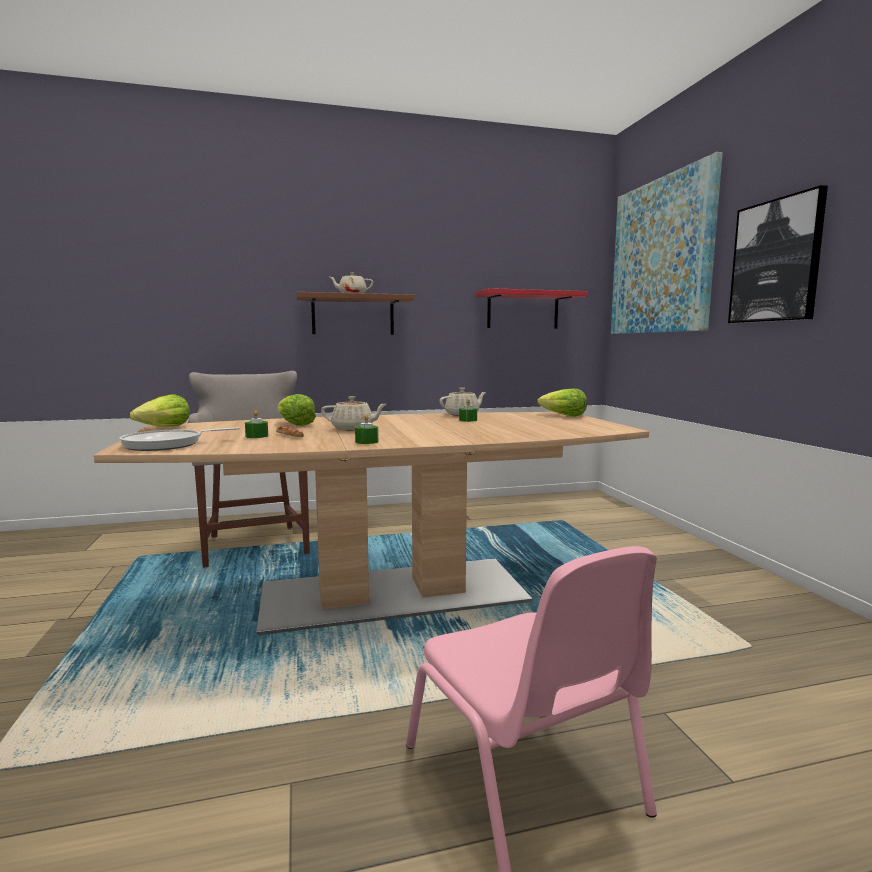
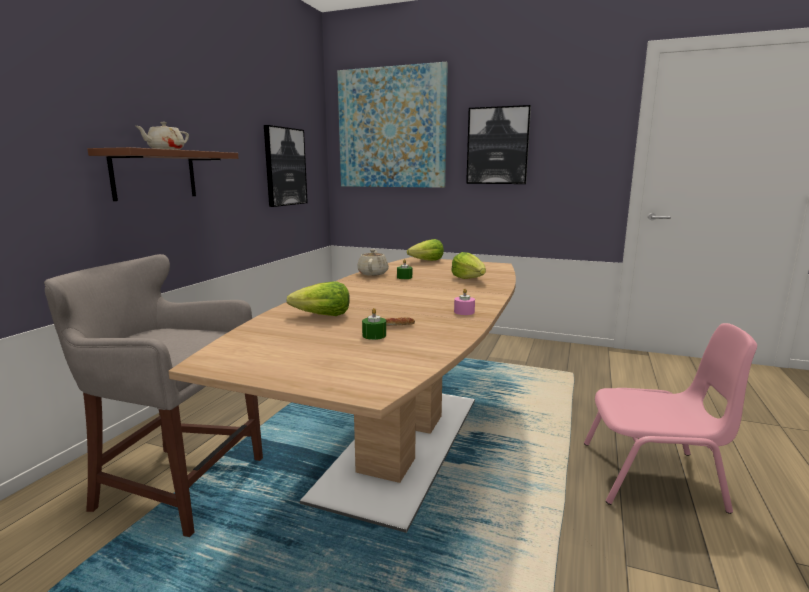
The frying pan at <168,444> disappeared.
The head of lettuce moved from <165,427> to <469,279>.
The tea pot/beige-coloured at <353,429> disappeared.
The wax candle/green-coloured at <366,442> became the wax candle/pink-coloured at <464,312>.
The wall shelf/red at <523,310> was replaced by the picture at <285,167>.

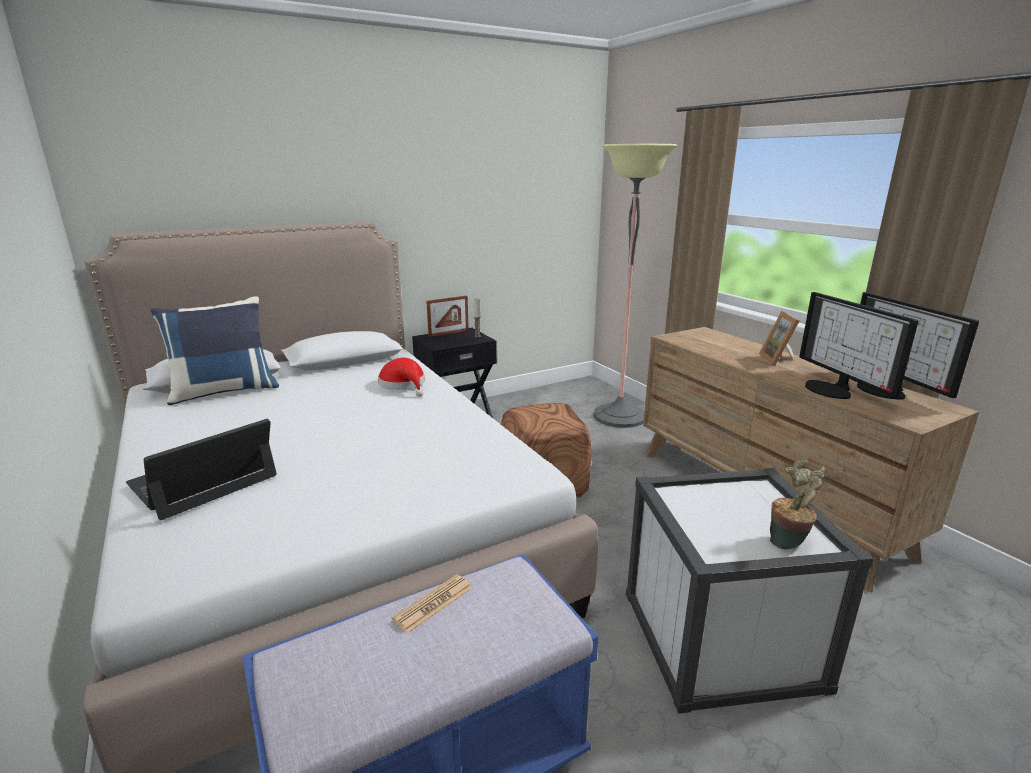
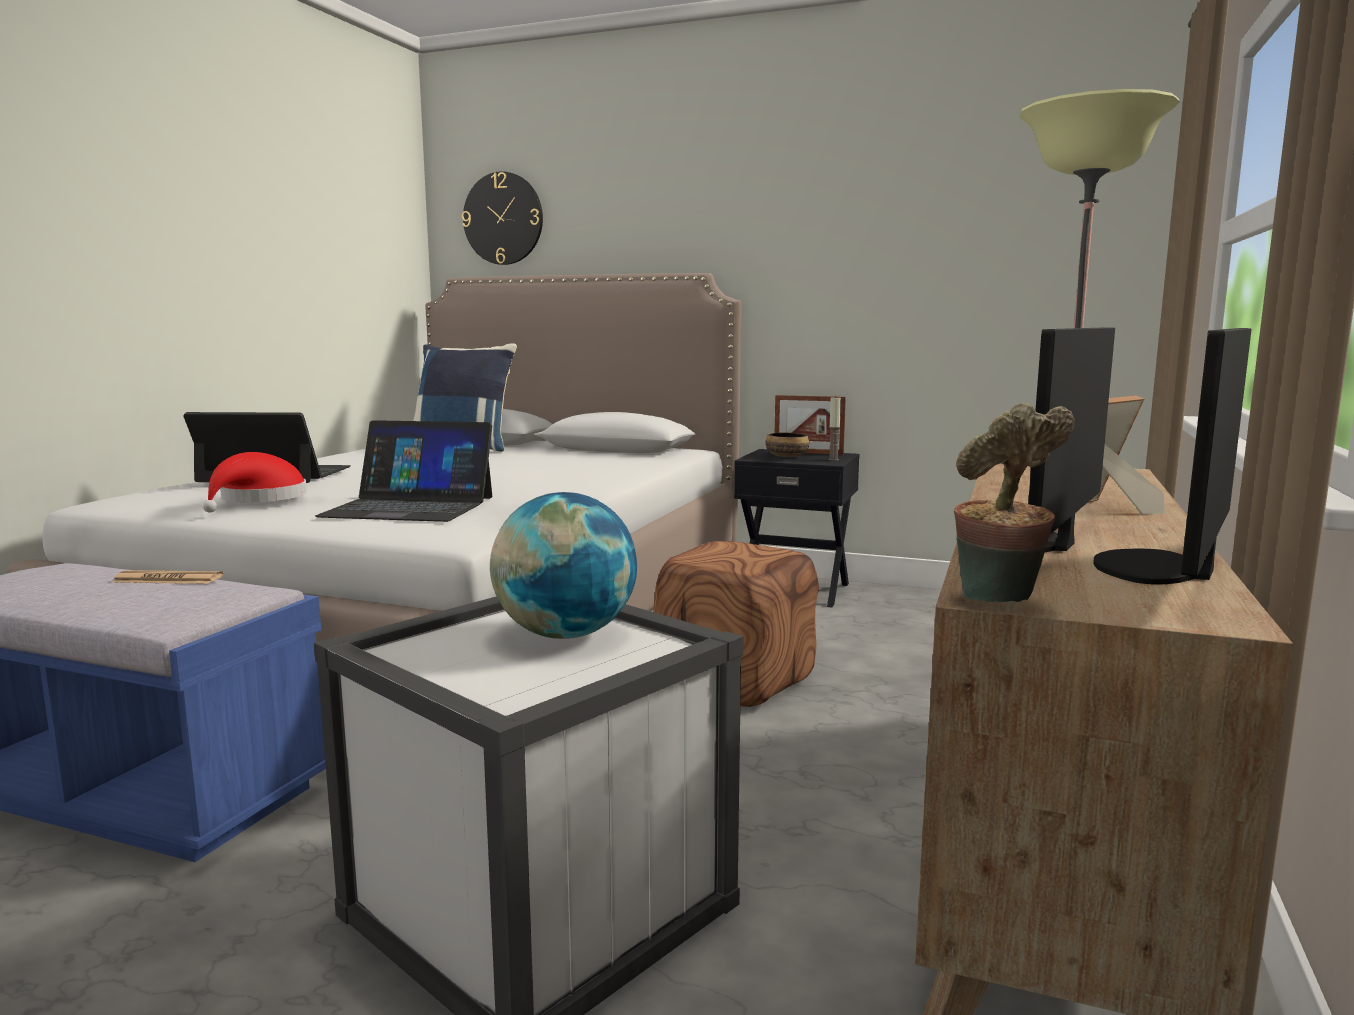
The clothing hat/red moved from <404,384> to <259,499>.
The houseplant moved from <789,543> to <1000,601>.
The laptop at <409,506> appeared.
The hanging clock at <503,218> appeared.
The globe at <566,634> appeared.
The deep dish at <786,456> appeared.

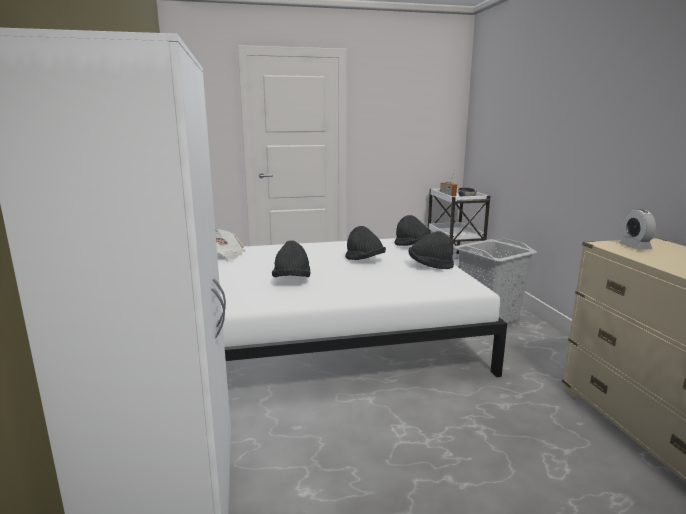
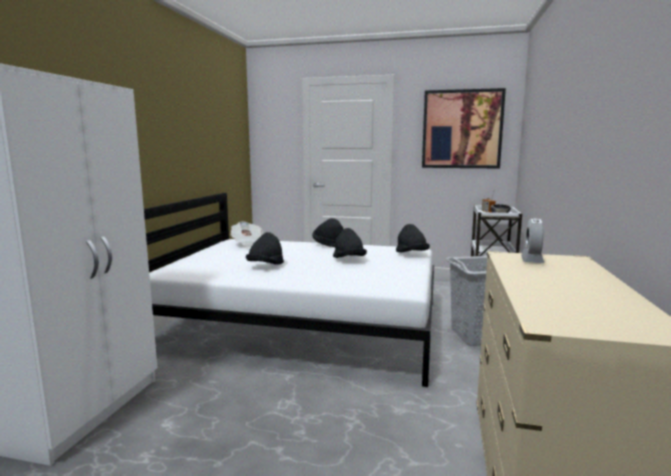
The clothing hat/blackish moved from <430,266> to <328,245>.
The picture at <462,129> appeared.

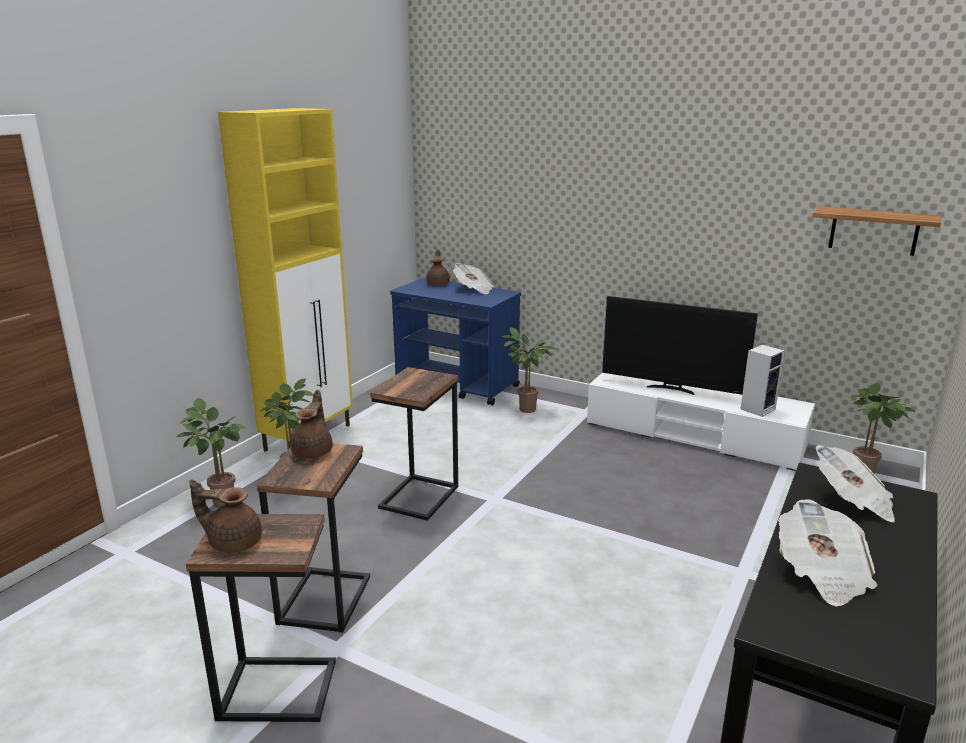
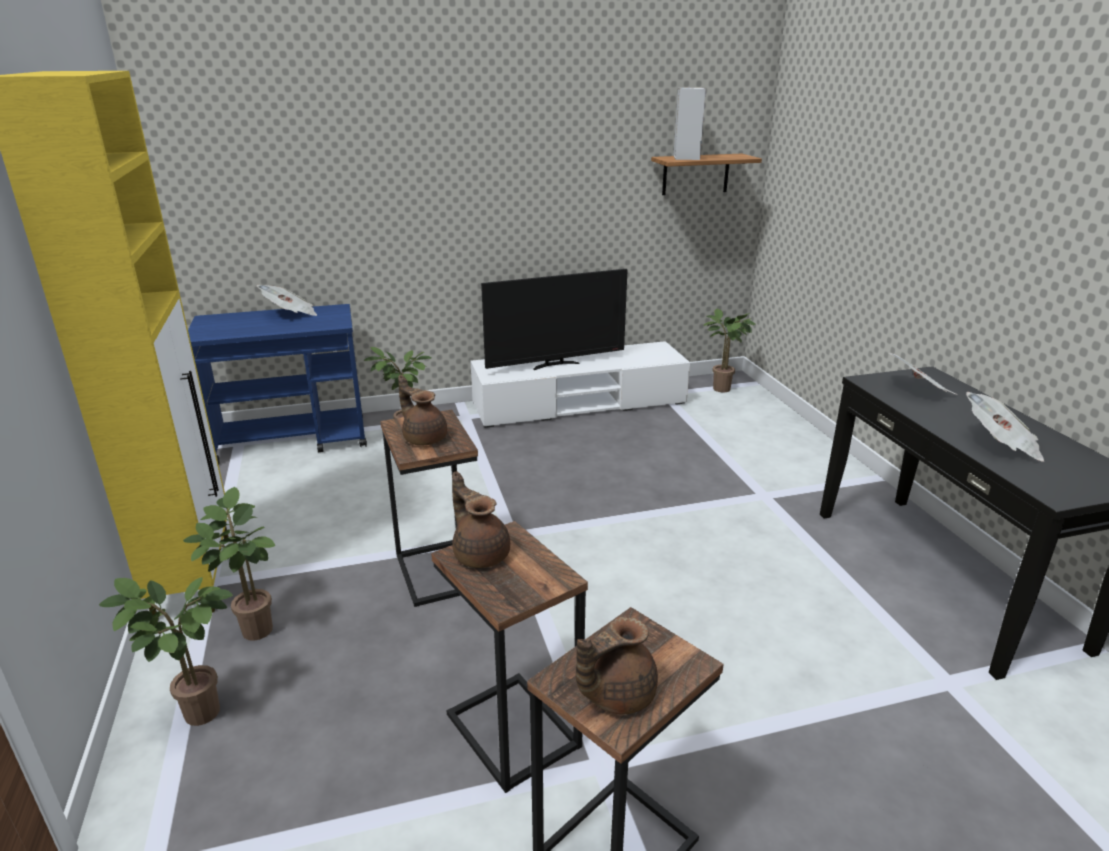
The tea pot/brownish moved from <438,284> to <424,438>.
The speaker moved from <758,409> to <685,157>.

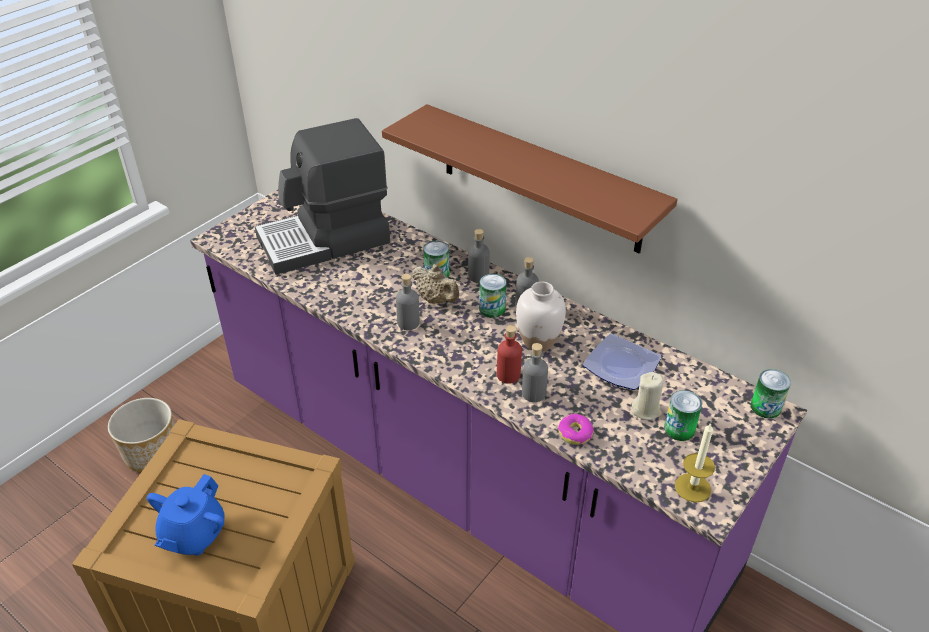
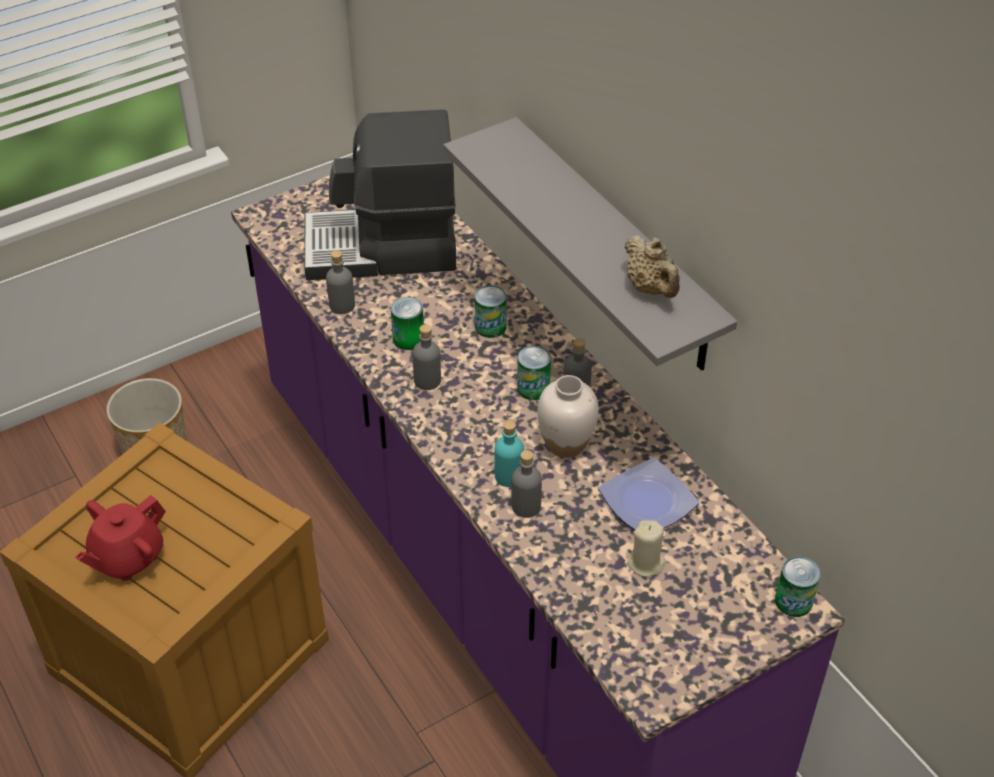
The tea pot/bluish at <193,535> became the tea pot/red at <127,557>.
The wall shelf/brownish at <540,179> became the wall shelf/grey at <616,246>.
The tea pot/beige-coloured moved from <436,300> to <651,288>.
The drink bottle/grey moved from <478,276> to <342,305>.
The drink bottle/red at <508,375> became the drink bottle/turquoise-coloured at <509,476>.
The doughnut at <575,433> disappeared.
The sealed can moved from <679,429> to <408,338>.
The wax candle at <692,487> disappeared.

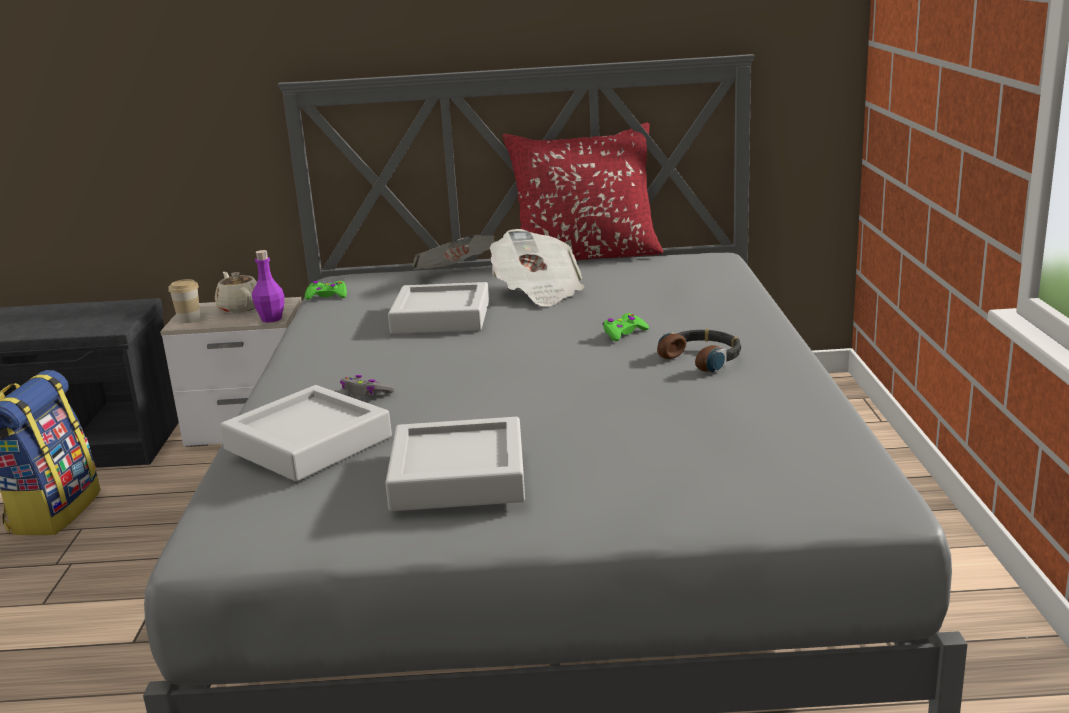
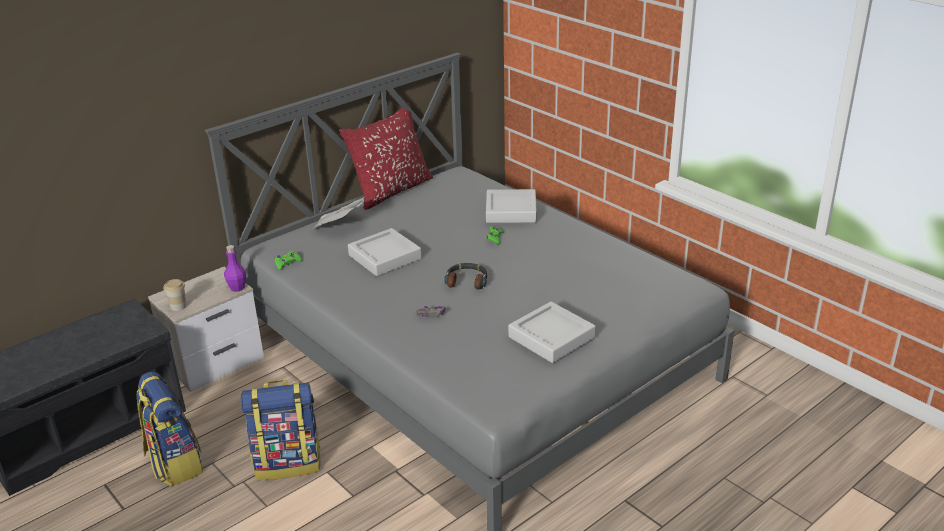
The tea pot/beige-coloured at <240,307> disappeared.
The serving tray/grey moved from <308,443> to <511,211>.
The printed paper at <538,292> disappeared.
The headphones moved from <702,358> to <467,281>.
The backpack at <288,463> appeared.

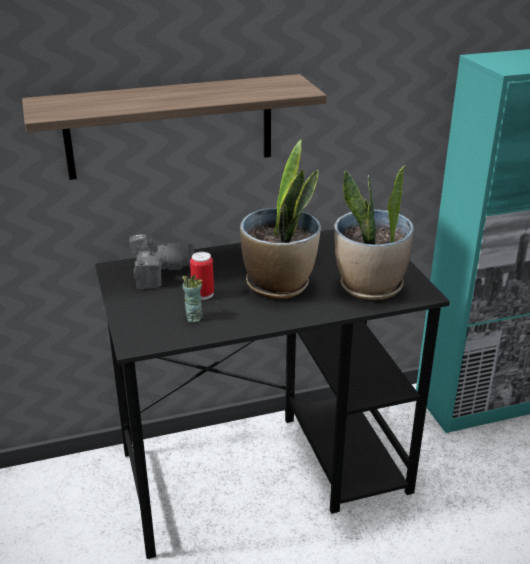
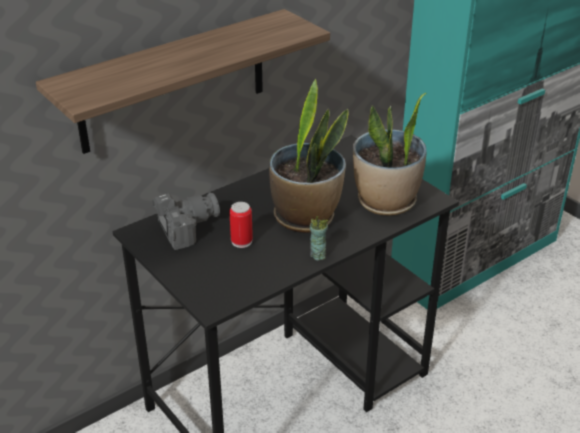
The small cup moved from <193,317> to <317,255>.

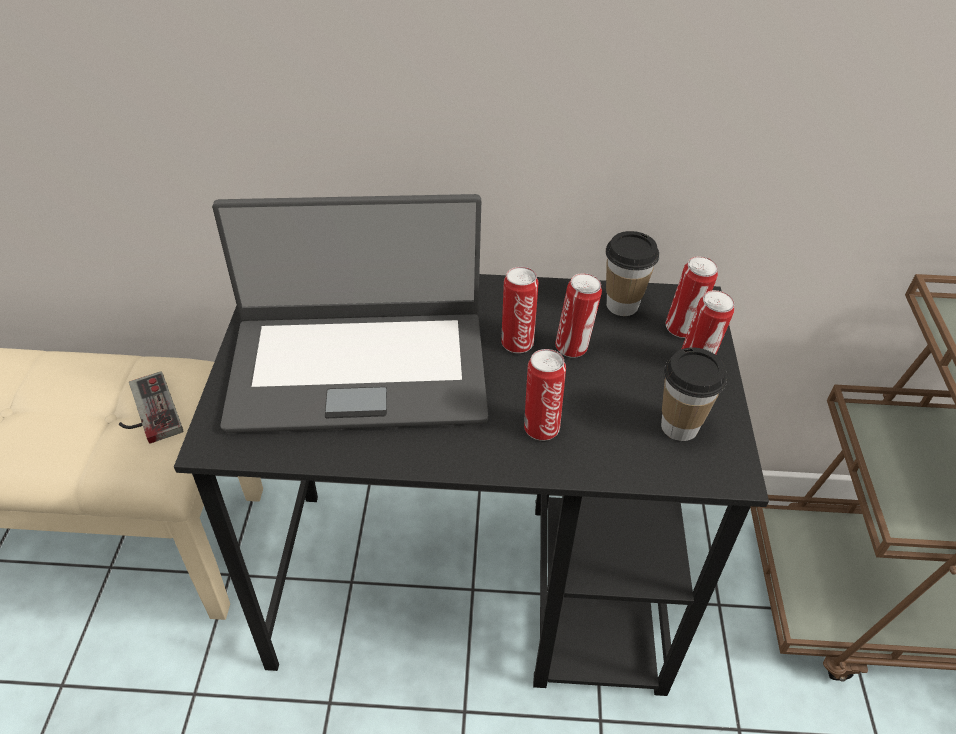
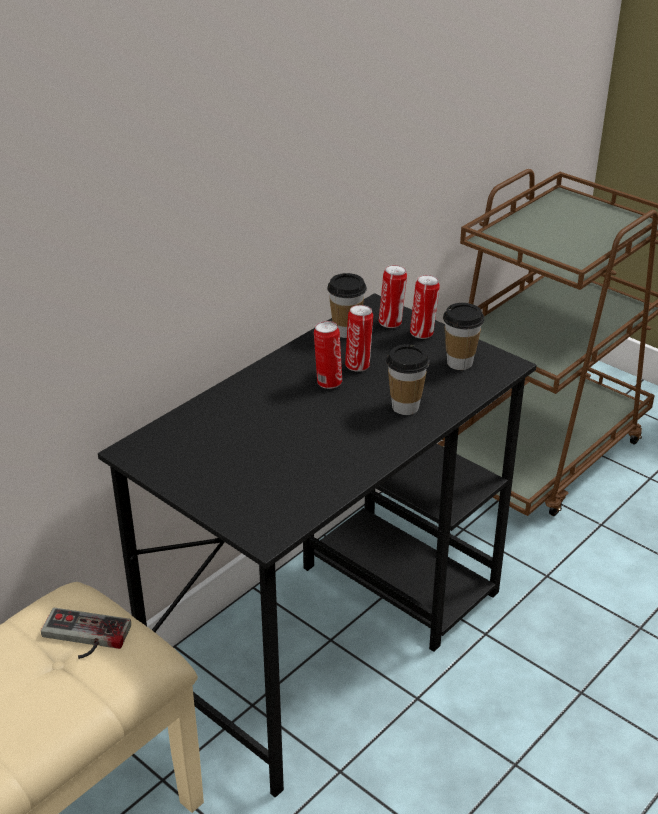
The laptop at <359,367> disappeared.
The sealed can at <540,427> was replaced by the small cup at <405,407>.

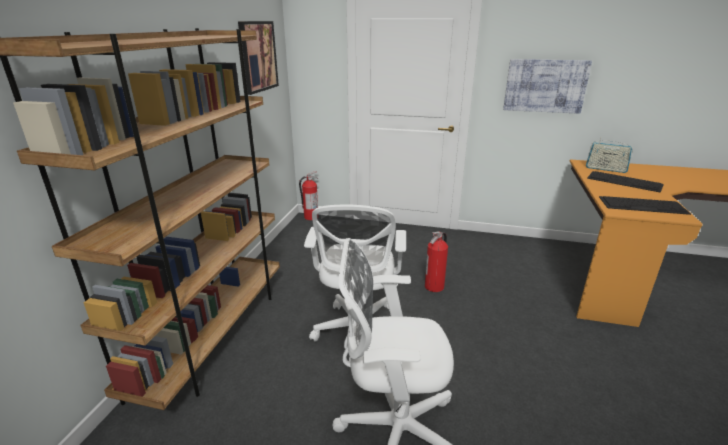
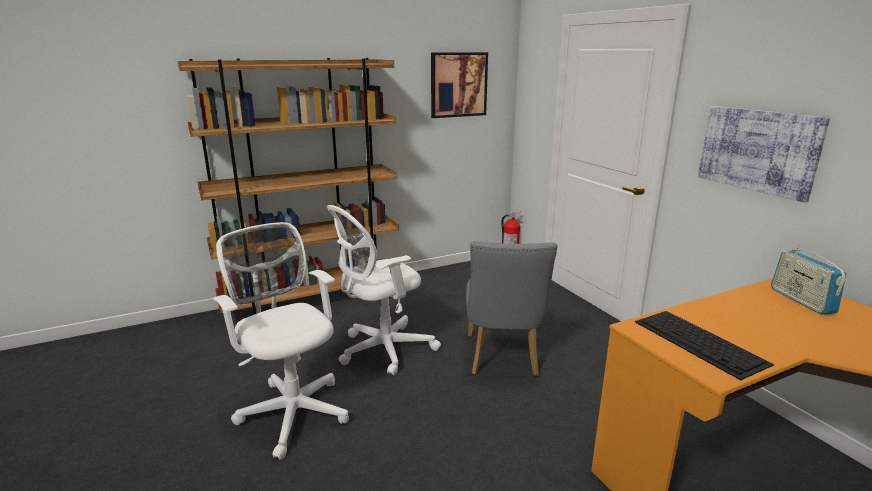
The fire extinguisher at <435,287> was replaced by the plain chair/grey at <502,359>.
The PC keyboard at <625,181> disappeared.

